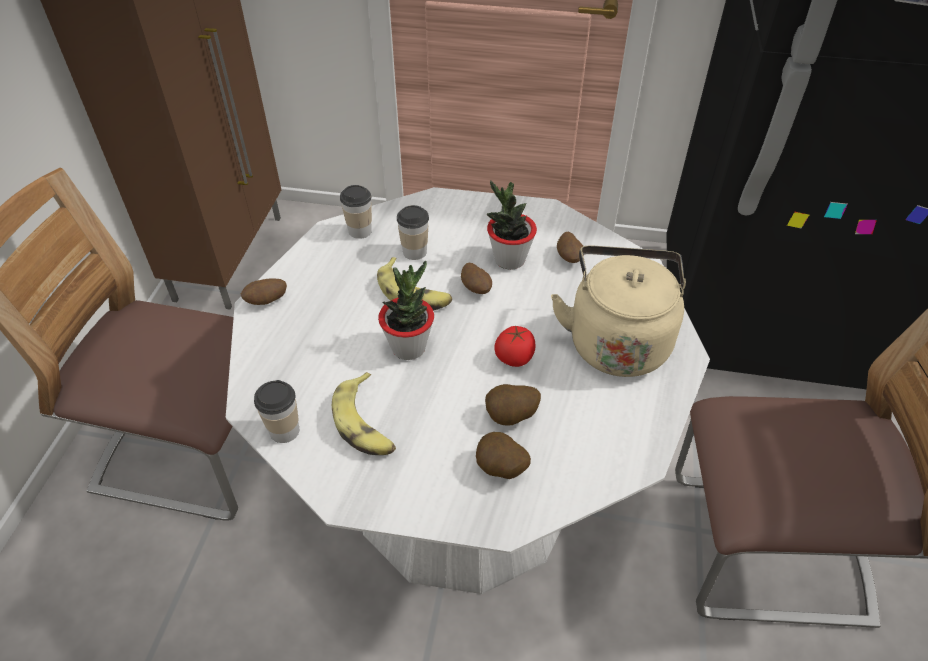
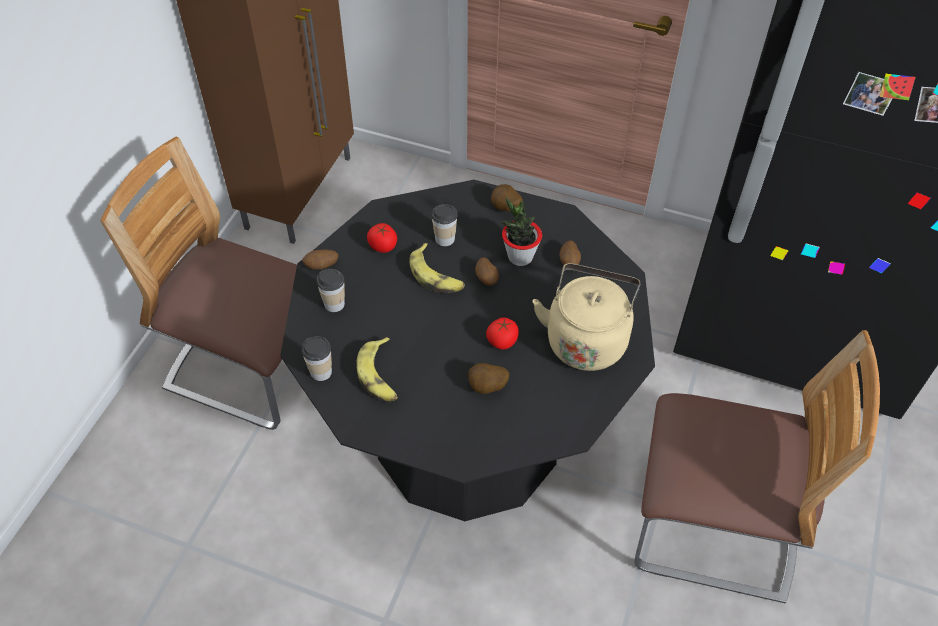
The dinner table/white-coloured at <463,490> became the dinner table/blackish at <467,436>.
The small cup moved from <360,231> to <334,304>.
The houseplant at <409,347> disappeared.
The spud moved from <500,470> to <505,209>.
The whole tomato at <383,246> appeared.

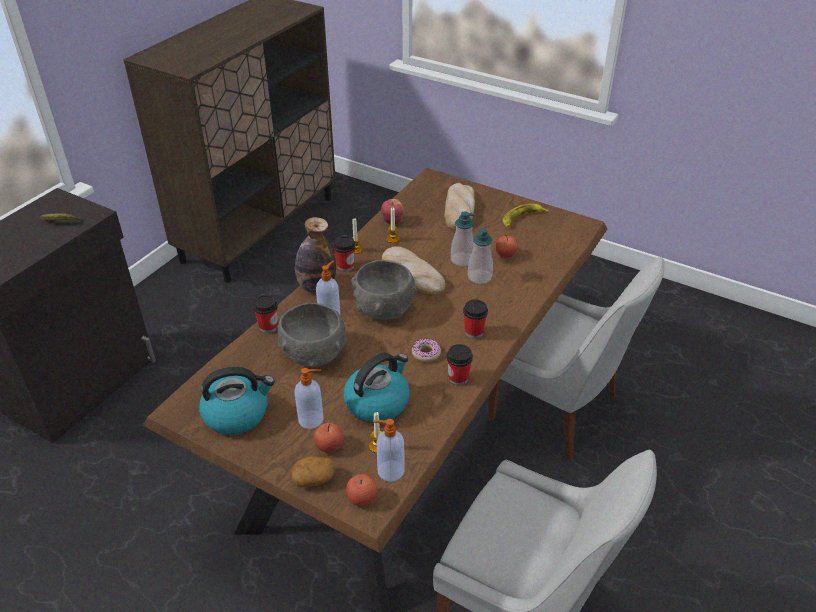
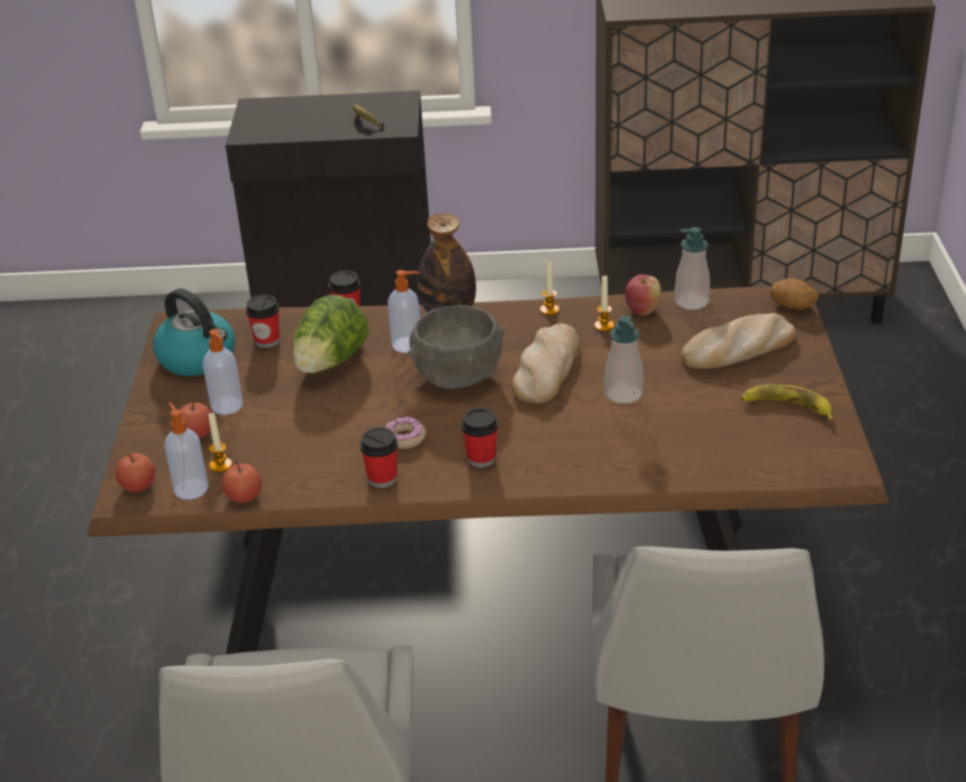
The deep dish/grey at <313,354> was replaced by the head of lettuce at <330,363>.
The spud moved from <314,478> to <793,305>.
The small cup moved from <345,266> to <267,341>.
The water kettle at <377,402> disappeared.
The liquid soap bottle moved from <479,277> to <691,301>.
The apple fruit moved from <505,254> to <244,496>.

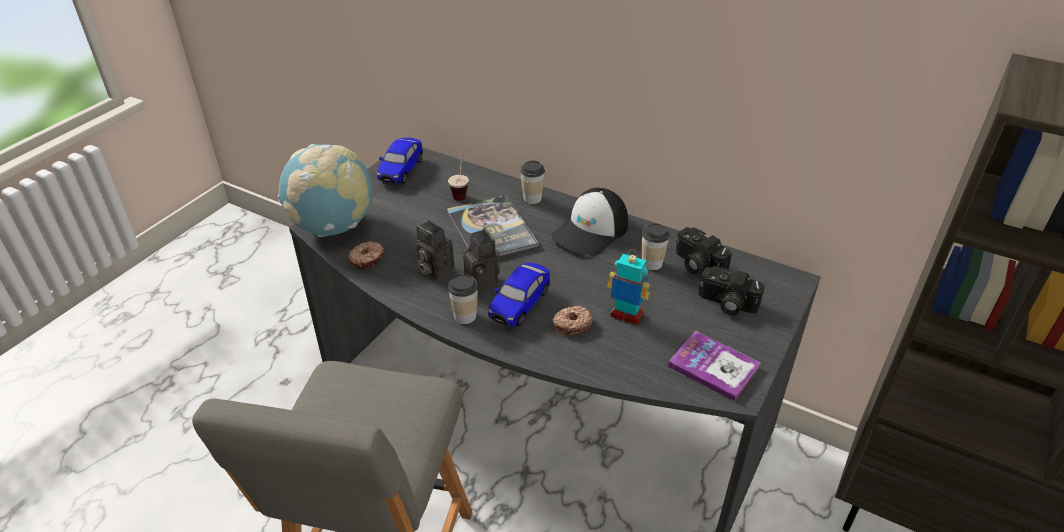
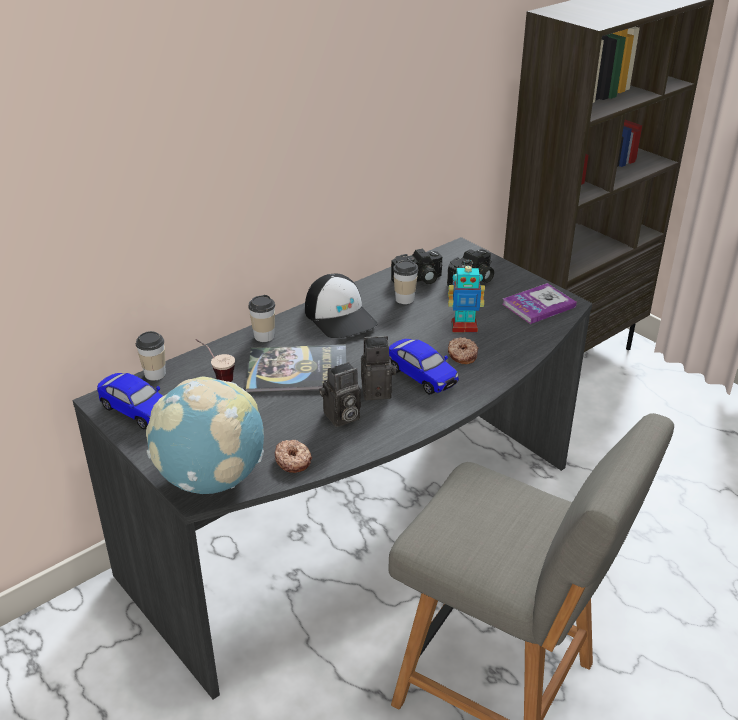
The small cup moved from <465,316> to <155,374>.
The robot figure at <626,316> turned 135 degrees counterclockwise.

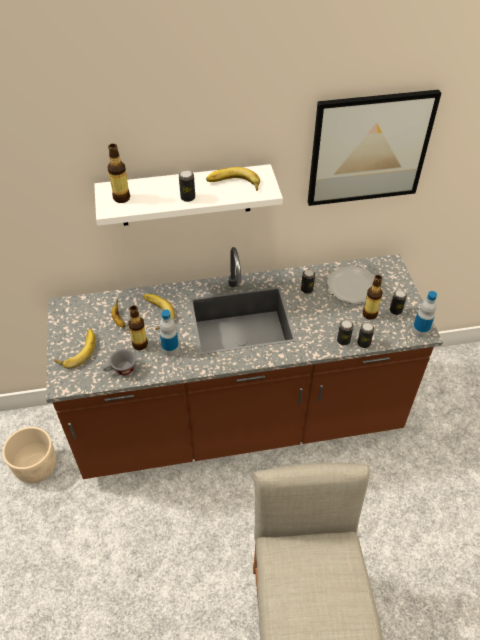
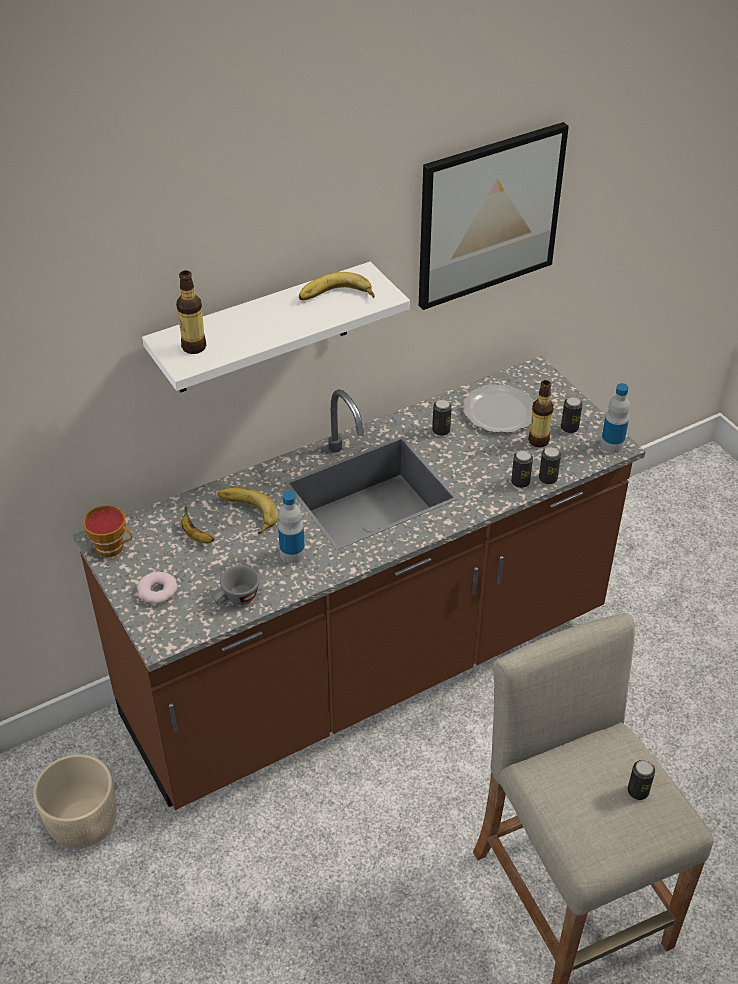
The banana fruit at <77,350> was replaced by the doughnut at <157,591>.
The drink bottle at <140,344> disappeared.
The sealed can moved from <188,197> to <638,791>.
The small cup at <113,548> appeared.

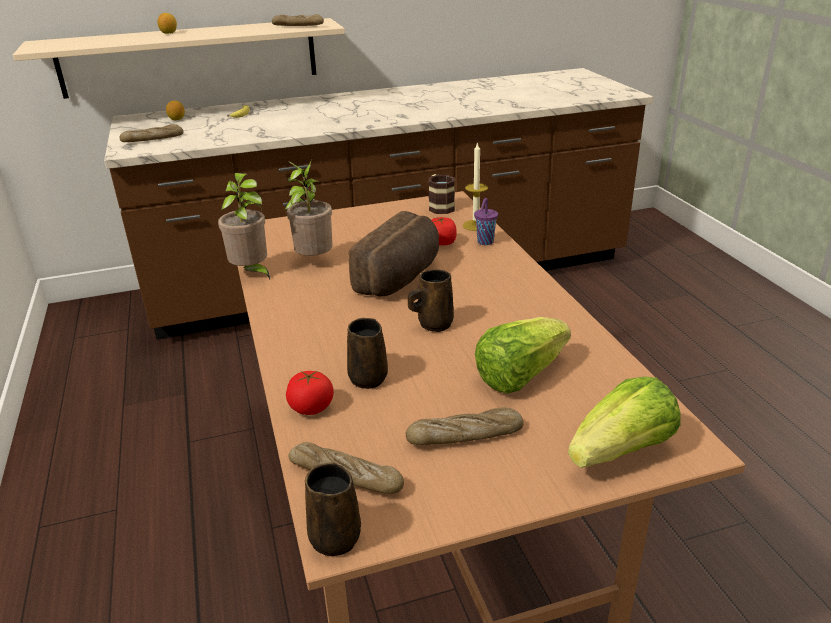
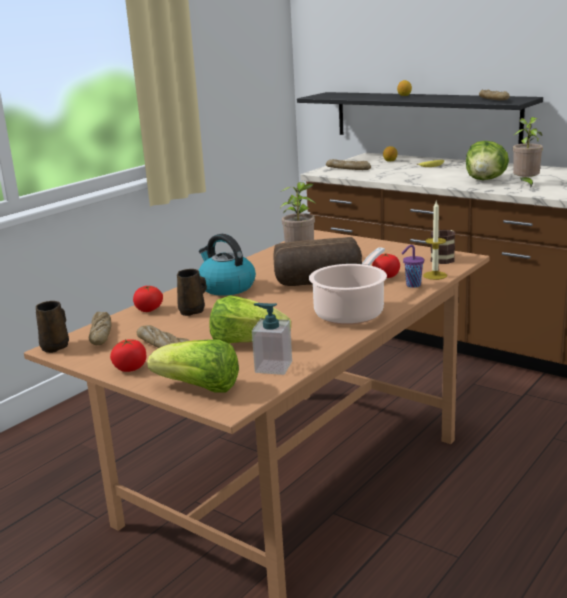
The wall shelf/beige-coloured at <190,57> became the wall shelf/blackish at <425,117>.
The houseplant moved from <251,273> to <525,184>.
The coffee mug/brownish at <433,324> disappeared.
The whole tomato at <130,368> appeared.
The water kettle at <226,287> appeared.
The liquid soap bottle at <273,367> appeared.
The stockpot at <351,312> appeared.
The head of lettuce at <485,180> appeared.

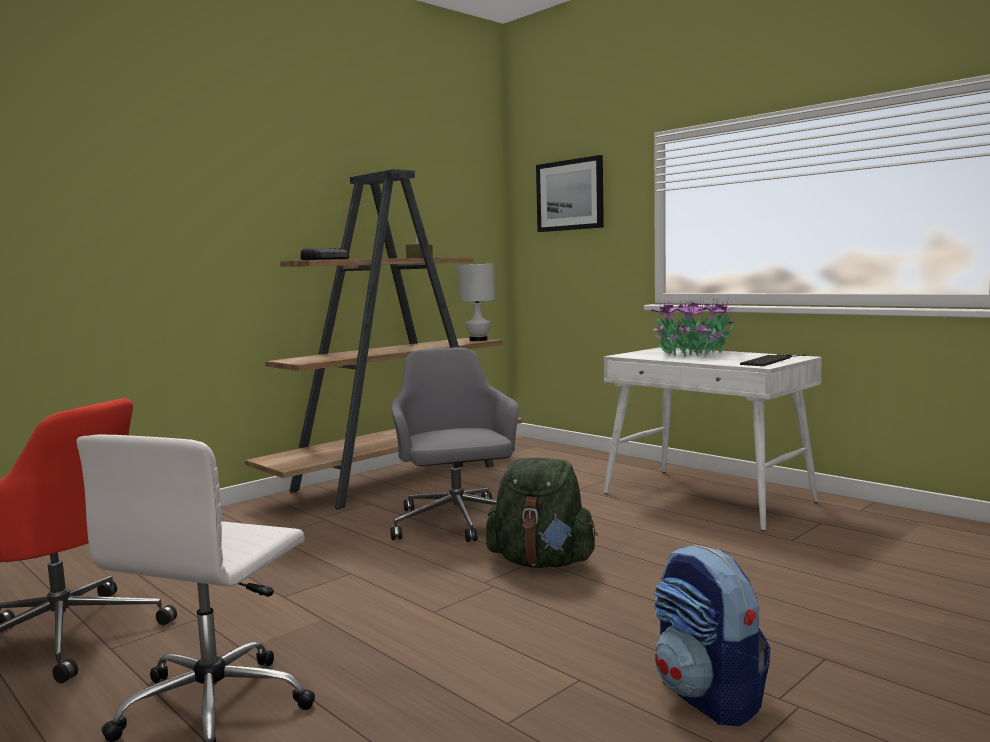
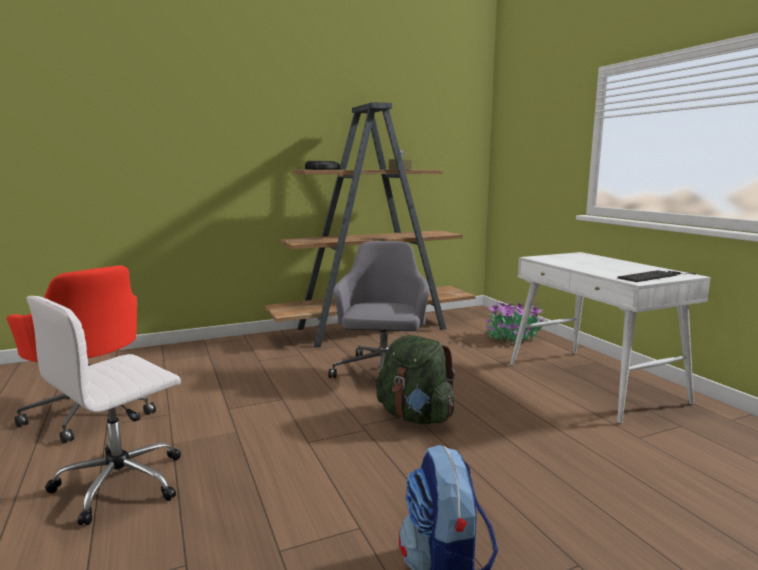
The lamp for a table/white-coloured at <478,340> disappeared.
The picture at <570,195> disappeared.
The houseplant moved from <692,353> to <512,338>.

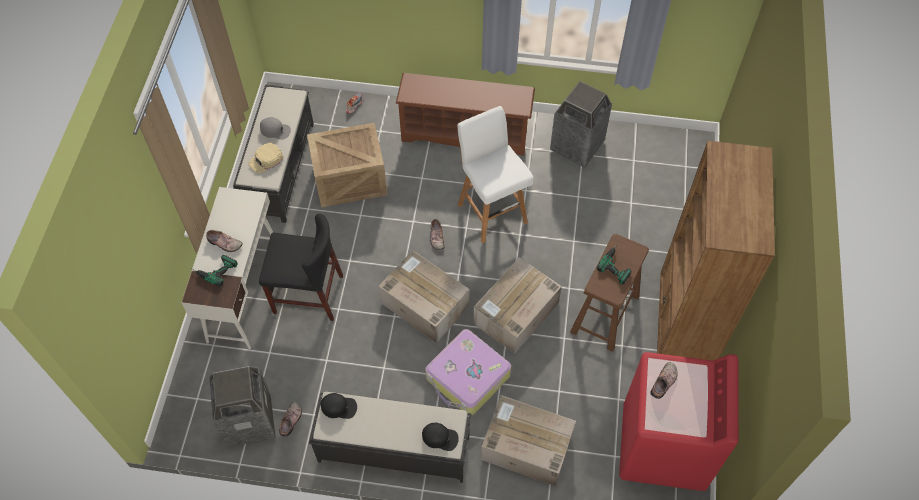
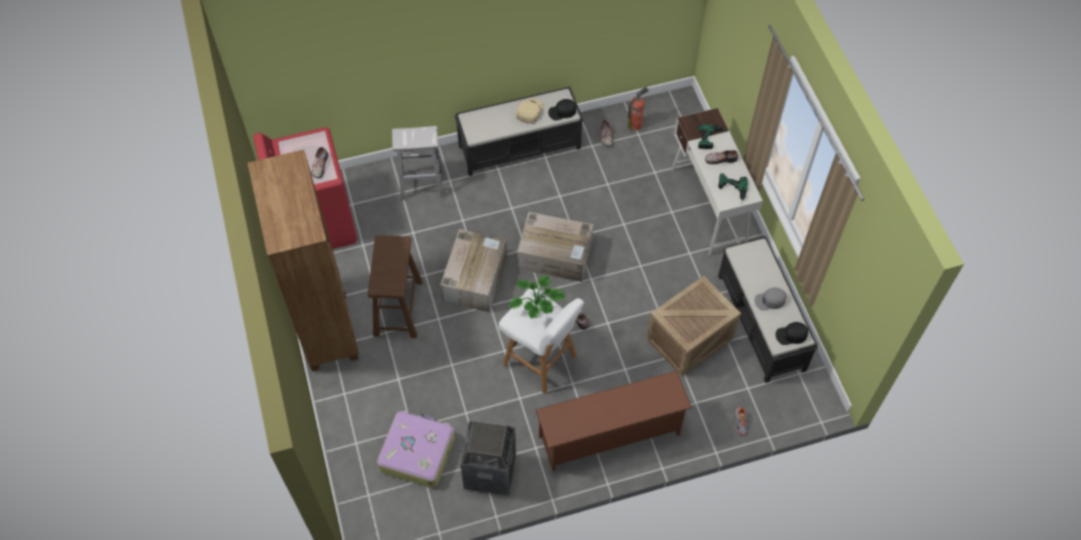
The rubbish bin at <249,420> was replaced by the fire extinguisher at <635,124>.
The baseball cap/beige-coloured moved from <266,160> to <530,111>.
The plain chair/blackish at <308,294> disappeared.
The baseball cap/blackish moved from <440,437> to <791,335>.
The travel case moved from <467,378> to <417,452>.
The packing box at <525,447> was replaced by the sitting stool/white-coloured at <422,185>.
The power drill moved from <618,264> to <732,191>.
The houseplant at <537,307> appeared.

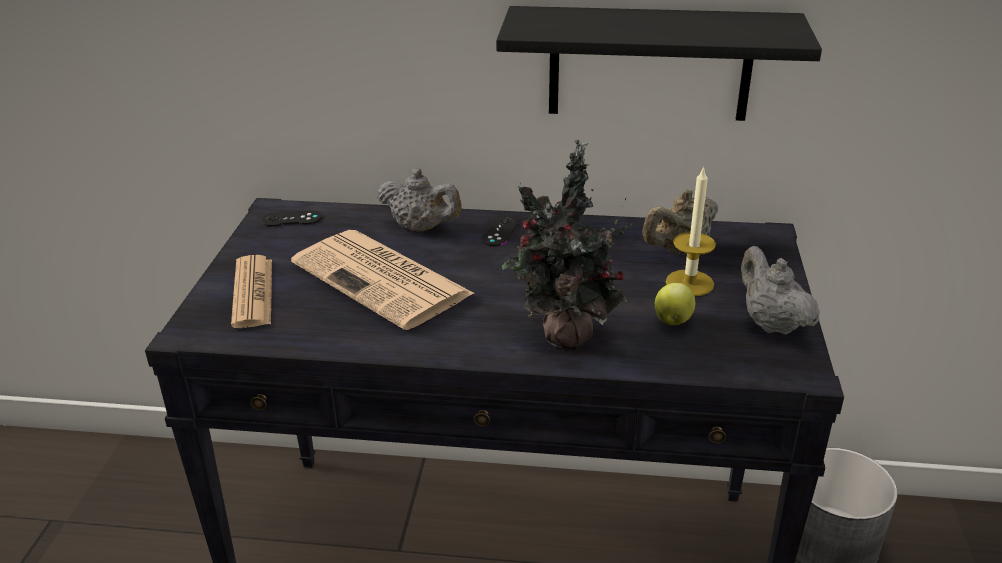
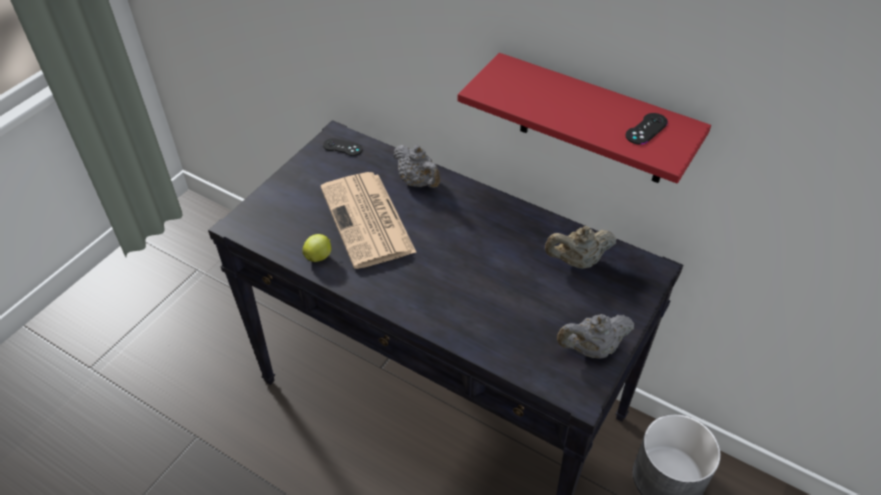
The printed paper at <253,292> disappeared.
The game controller/blackish moved from <499,231> to <646,129>.
The wall shelf/blackish at <649,64> became the wall shelf/red at <593,121>.
The houseplant at <565,339> disappeared.
The apple fruit moved from <673,320> to <319,256>.
The wax candle at <689,283> disappeared.
The tea pot/grey at <770,323> turned 105 degrees counterclockwise.

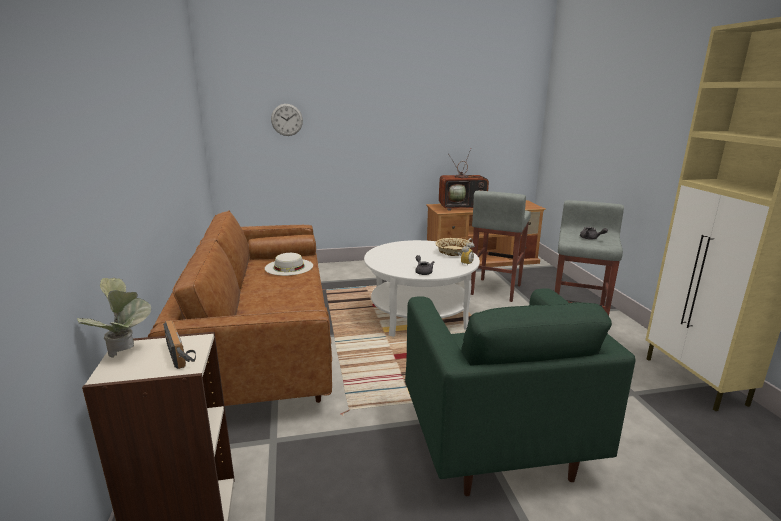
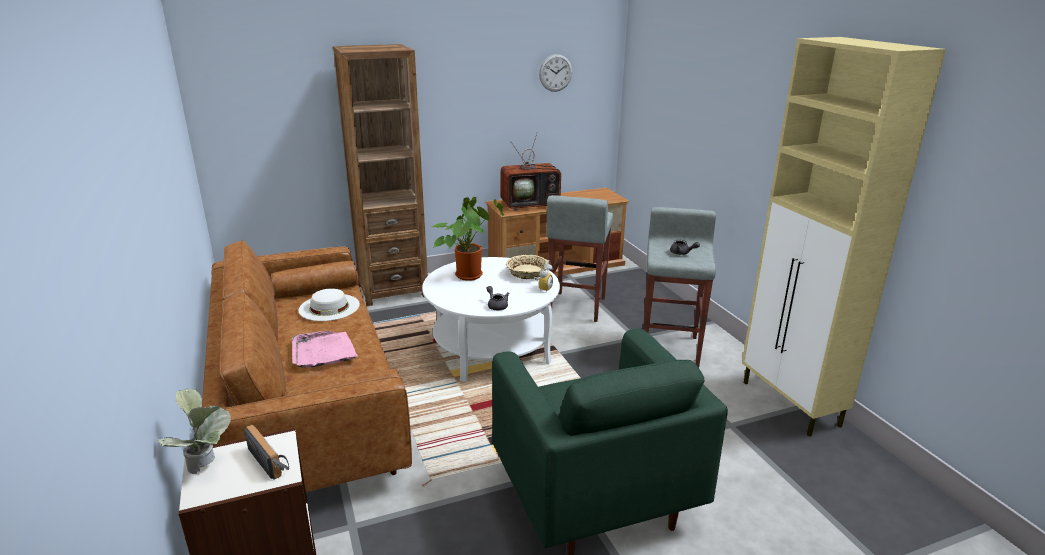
The hanging clock moved from <287,120> to <555,73>.
The serving tray/pink-coloured at <323,352> appeared.
The shelving unit/brownish at <393,290> appeared.
The houseplant at <469,274> appeared.

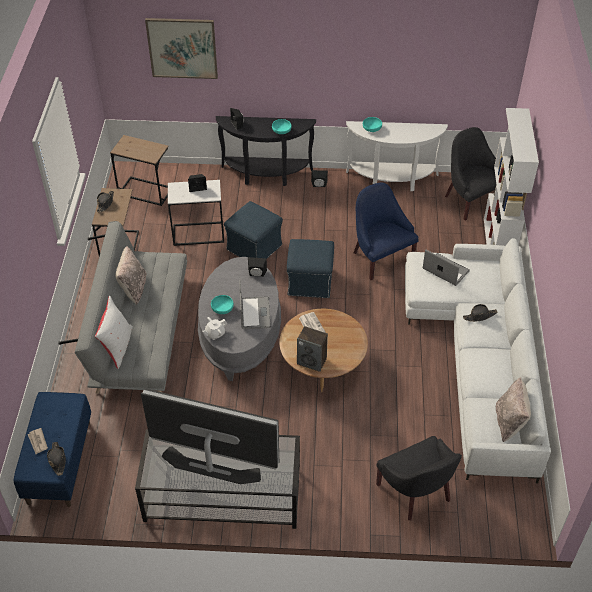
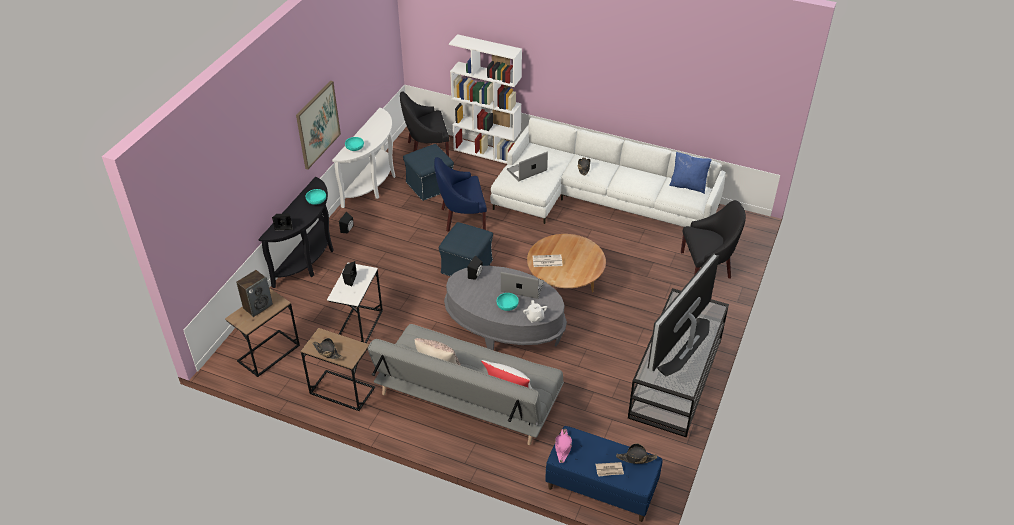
The picture moved from <182,48> to <317,124>.
The pouffe/bluish moved from <254,247> to <430,185>.
The speaker moved from <312,361> to <258,306>.
The cushion/beige-coloured at <509,422> became the cushion/bluish at <688,186>.
The clothing hat/pink-coloured at <562,447> appeared.

